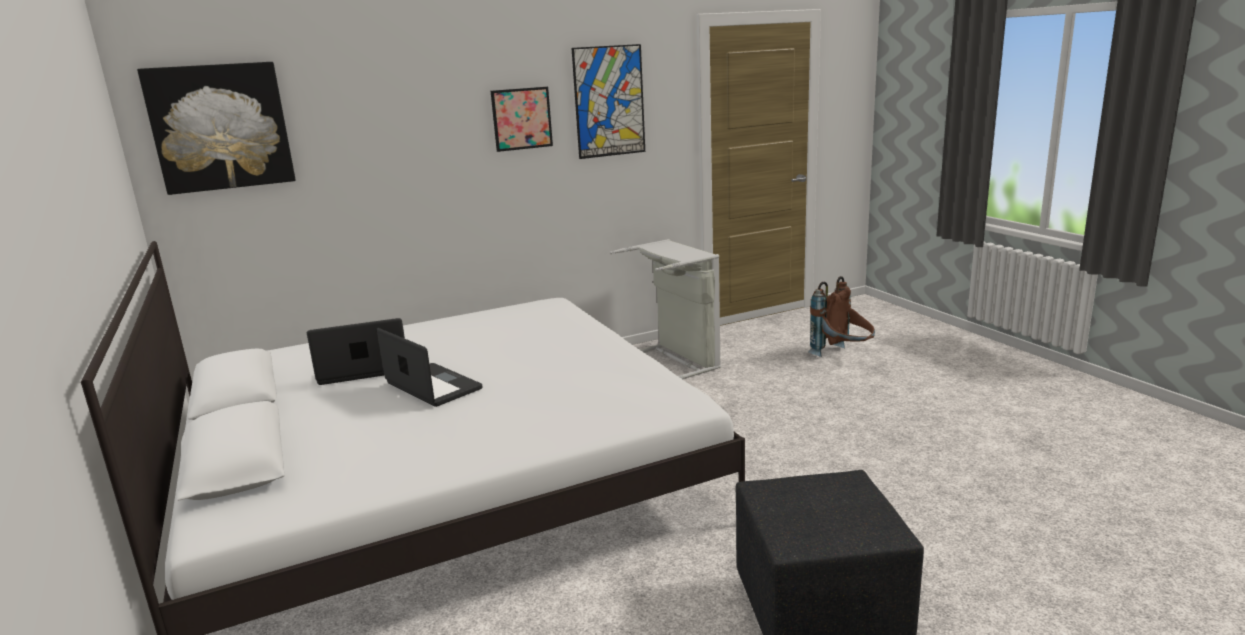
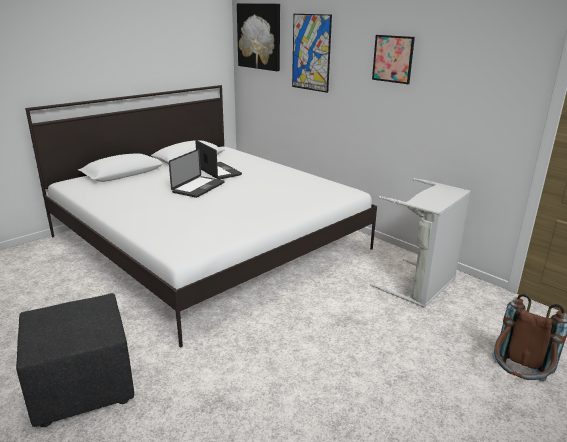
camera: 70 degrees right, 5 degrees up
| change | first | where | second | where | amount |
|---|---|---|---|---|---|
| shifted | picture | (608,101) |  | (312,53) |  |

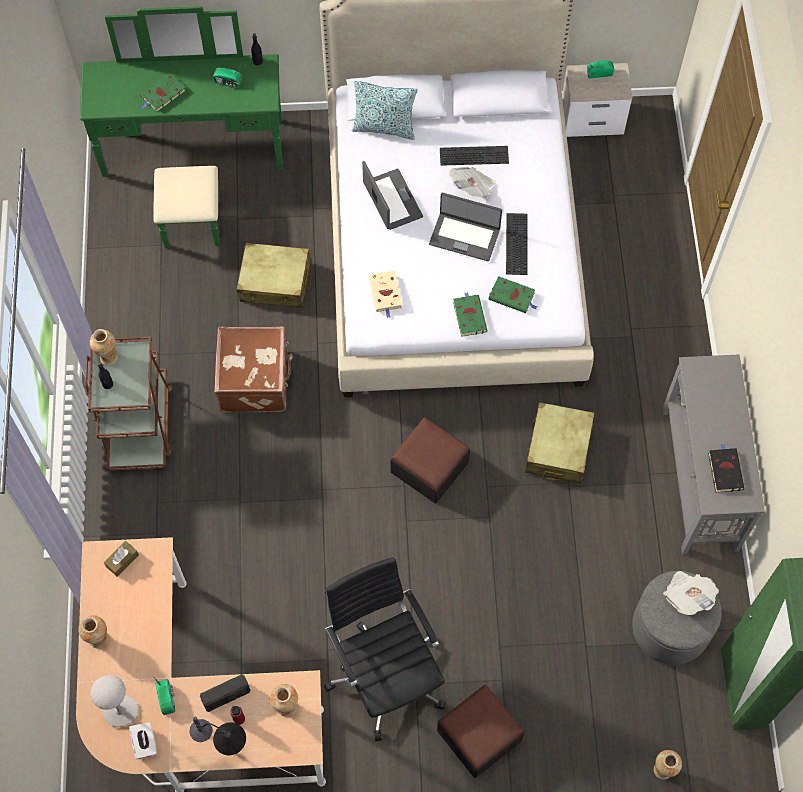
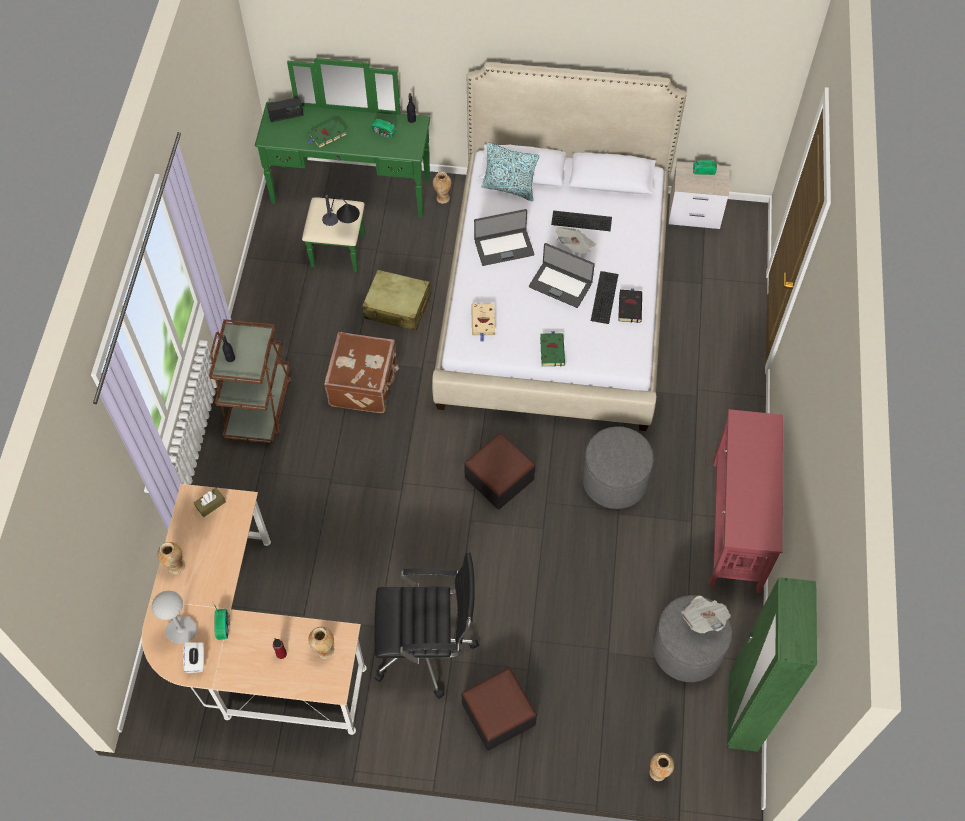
camera: 10 degrees right, 5 degrees down
| change | first | where | second | where | amount |
|---|---|---|---|---|---|
| shifted | radio | (225,693) |  | (285,109) |  |
| shifted | table lamp | (217,736) |  | (341,210) |  |
| rotated | black office chair | (385,649) |  | (426,625) | 105 degrees clockwise |
| shifted | vase | (104,347) |  | (442,187) |  |
| rotated | laptop | (392,195) |  | (504,237) | 90 degrees clockwise |
| swapped | beige suitcase | (559,443) | grey ottoman | (618,467) |  |
| shifted | black book | (726,468) |  | (630,305) |  |
| repainted | grey console table | (713,454) | red console table | (746,501) |  |
| gone | green book | (512,294) |  |  |  |

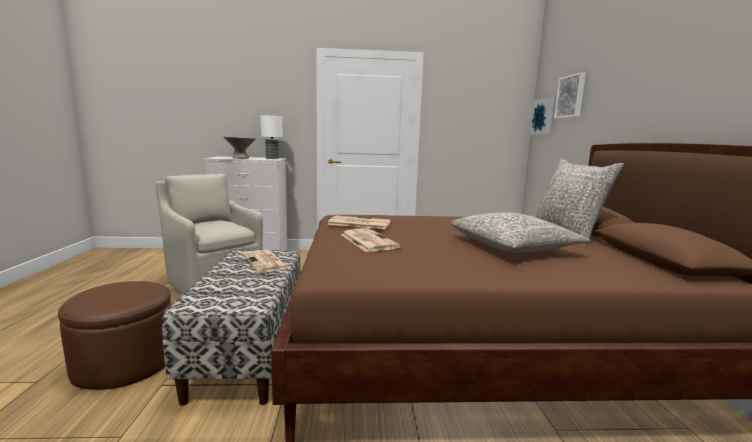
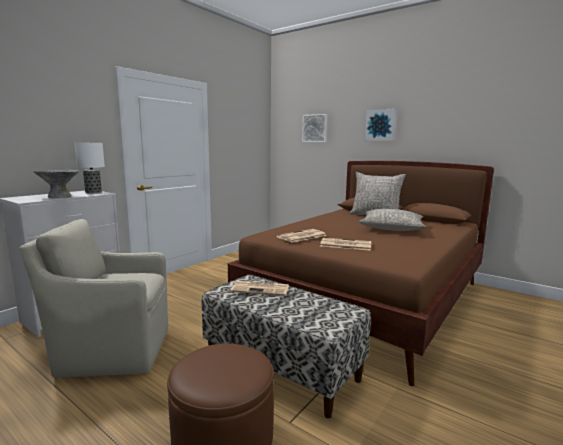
camera: 50 degrees left, 0 degrees up
| change | first | where | second | where | amount |
|---|---|---|---|---|---|
| shifted | picture | (542,116) |  | (381,125) |  |

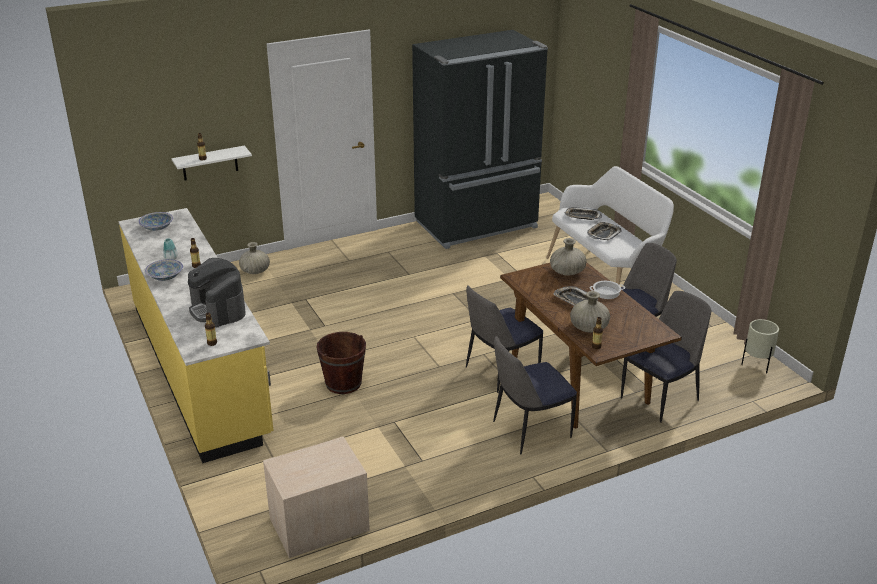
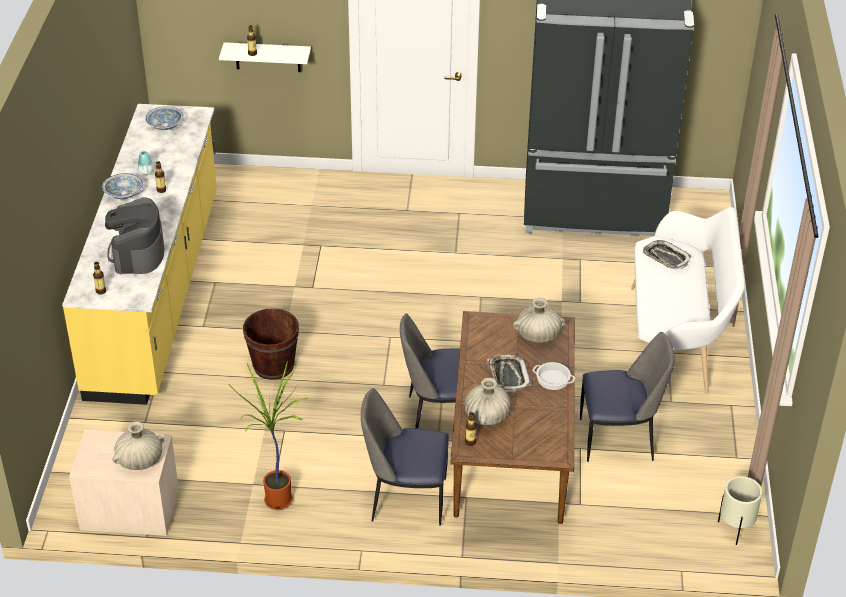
camera: 30 degrees right, 10 degrees up
| change | first | where | second | where | amount |
|---|---|---|---|---|---|
| shifted | beige vase | (254,258) |  | (138,446) |  |
| new |  |  | potted plant | (268,435) |  |
| gone | tray | (604,231) |  |  |  |
| gone | chair | (666,357) |  |  |  |

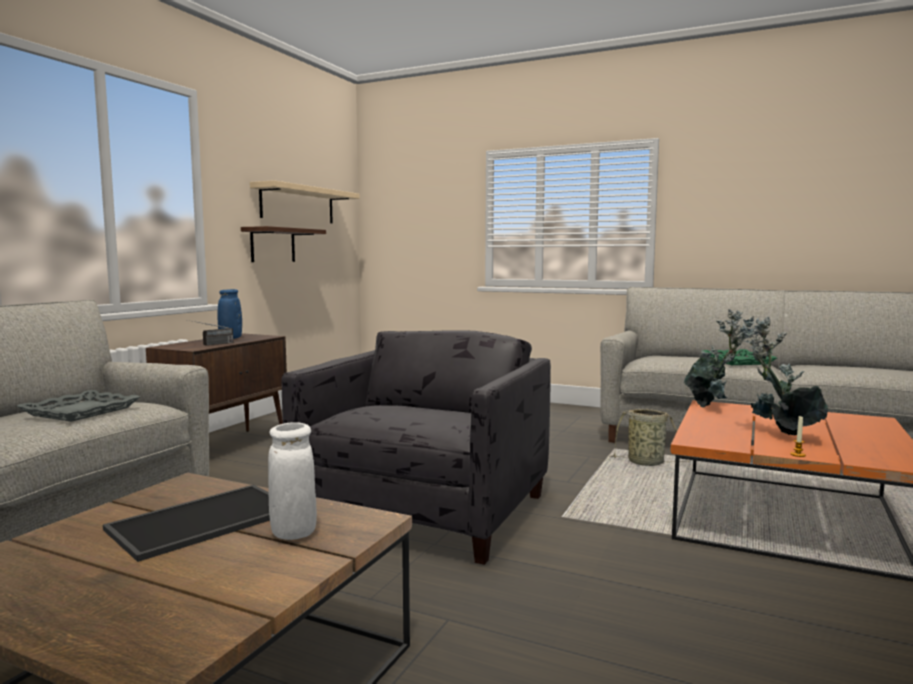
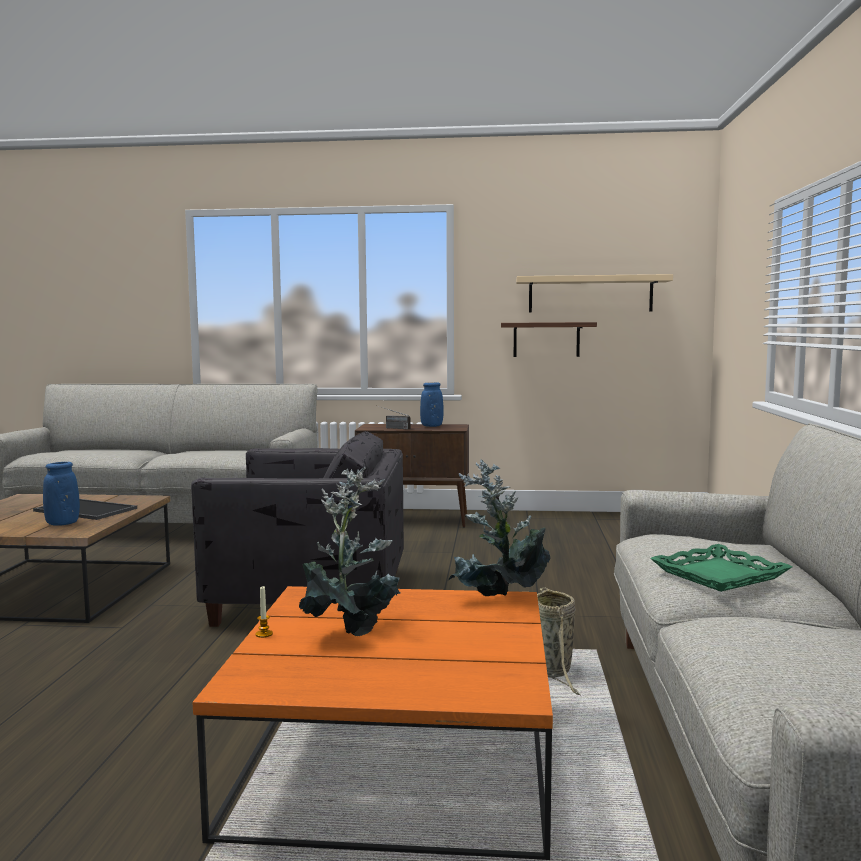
camera: 70 degrees right, 0 degrees up
| change | first | where | second | where | amount |
|---|---|---|---|---|---|
| repainted | white vase | (292,481) | blue vase | (61,494) |  |
| gone | grey tray | (78,406) |  |  |  |

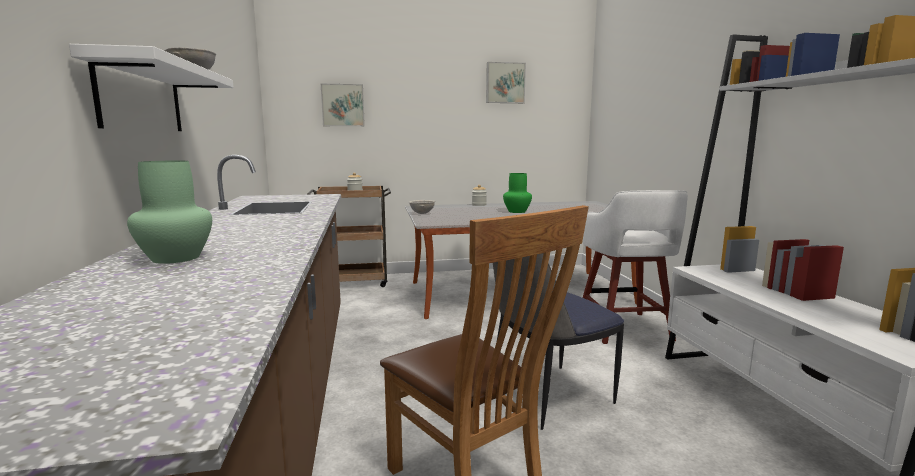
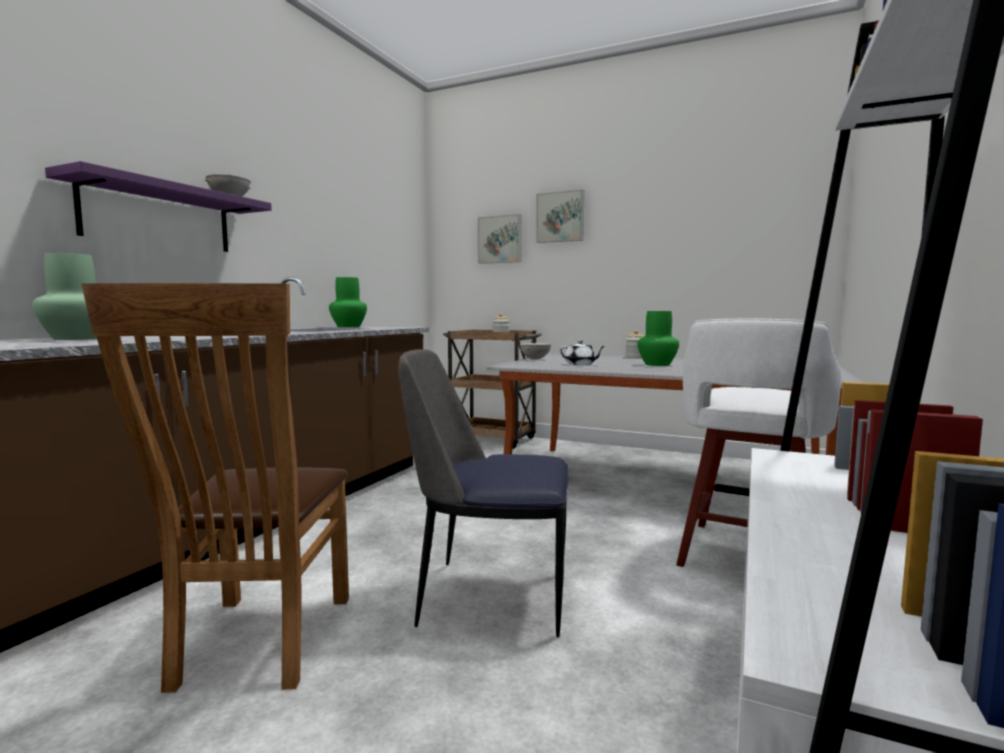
camera: 35 degrees right, 5 degrees down
| change | first | where | second | where | amount |
|---|---|---|---|---|---|
| repainted | white shelf | (151,87) | purple shelf | (158,206) |  |
| new |  |  | green vase | (348,302) |  |
| shifted | picture | (506,82) |  | (560,216) |  |
| new |  |  | white teapot | (582,352) |  |

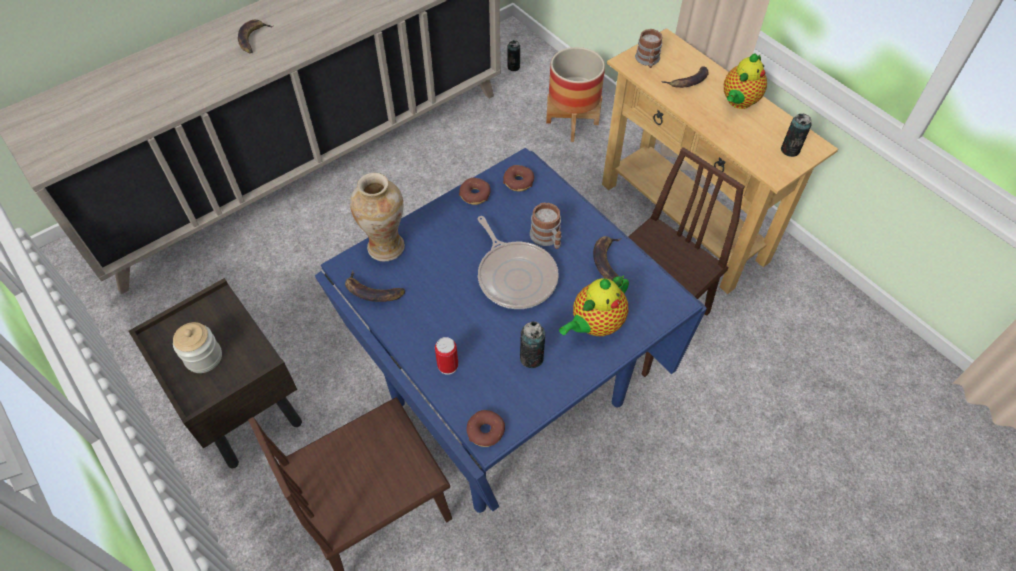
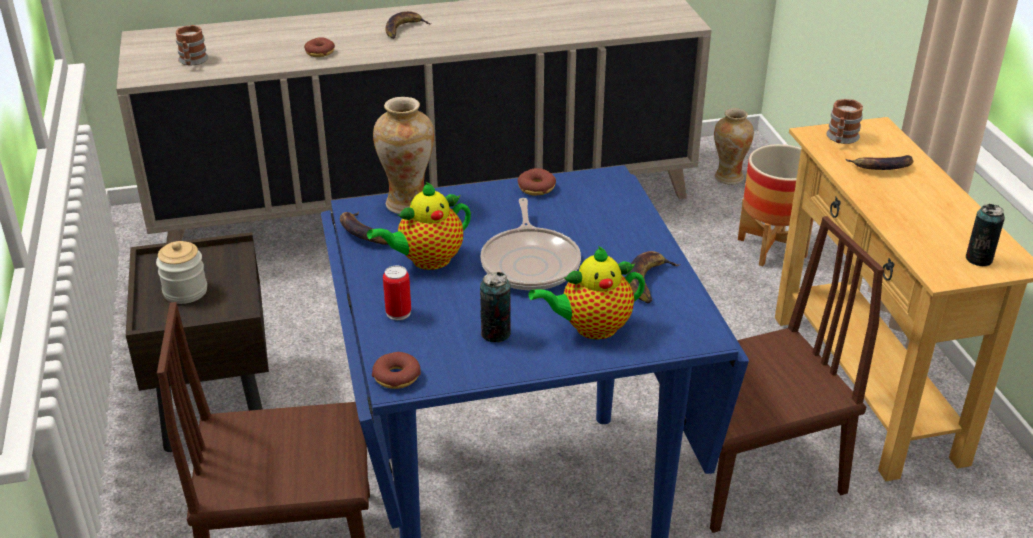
camera: 25 degrees right, 20 degrees down
| change | first | where | second | where | amount |
|---|---|---|---|---|---|
| shifted | mug | (545,225) |  | (192,45) |  |
| shifted | donut | (518,178) |  | (319,47) |  |
| shifted | teapot | (745,81) |  | (419,226) |  |
| swapped | can | (513,55) | vase | (734,146) |  |

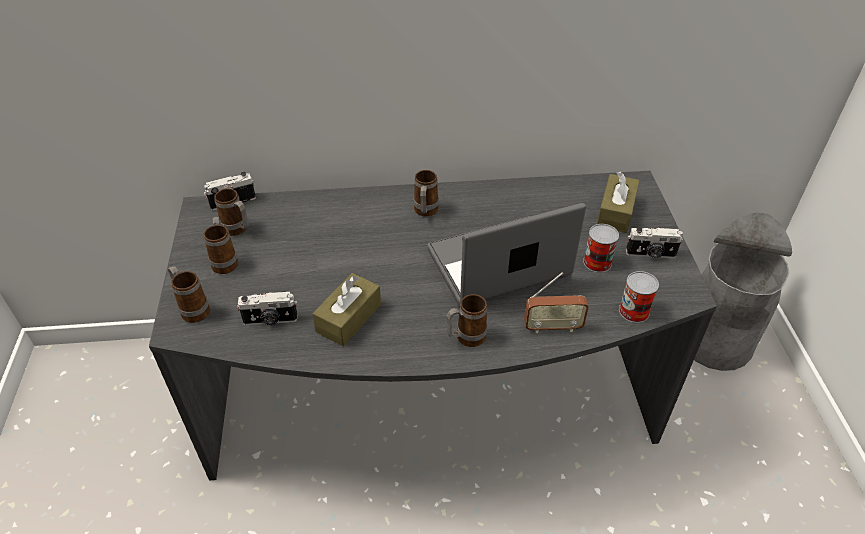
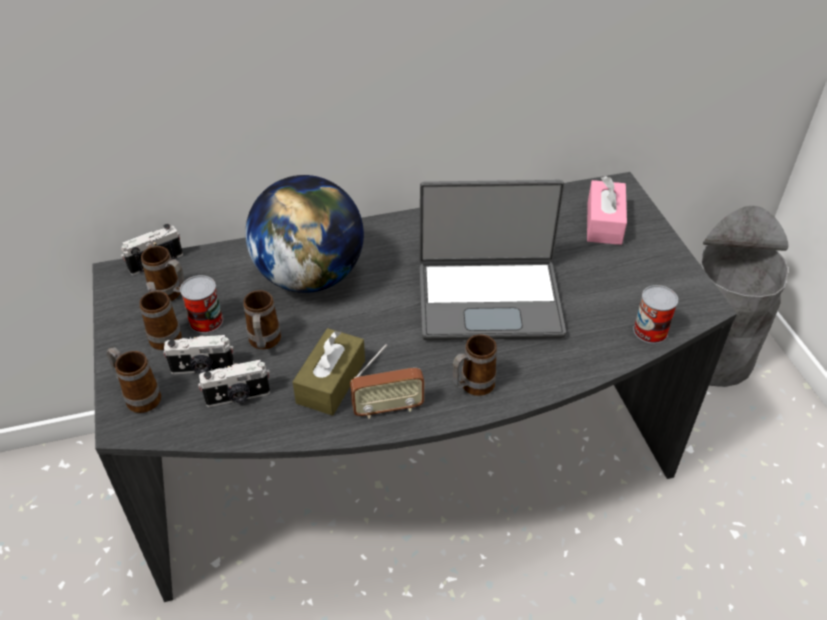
camera: 10 degrees left, 0 degrees up
| change | first | where | second | where | amount |
|---|---|---|---|---|---|
| shifted | photo camera | (654,243) |  | (198,354) |  |
| shifted | can | (601,248) |  | (201,304) |  |
| shifted | mug | (426,193) |  | (262,319) |  |
| new |  |  | globe | (304,234) |  |
| shifted | radio | (556,302) |  | (387,381) |  |
| rotated | laptop | (507,255) |  | (492,260) | 150 degrees counterclockwise |
| repainted | brown tissue box | (618,202) | pink tissue box | (607,210) |  |

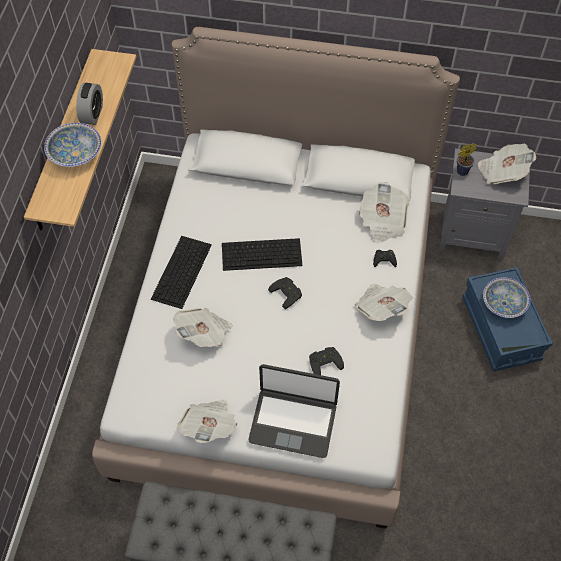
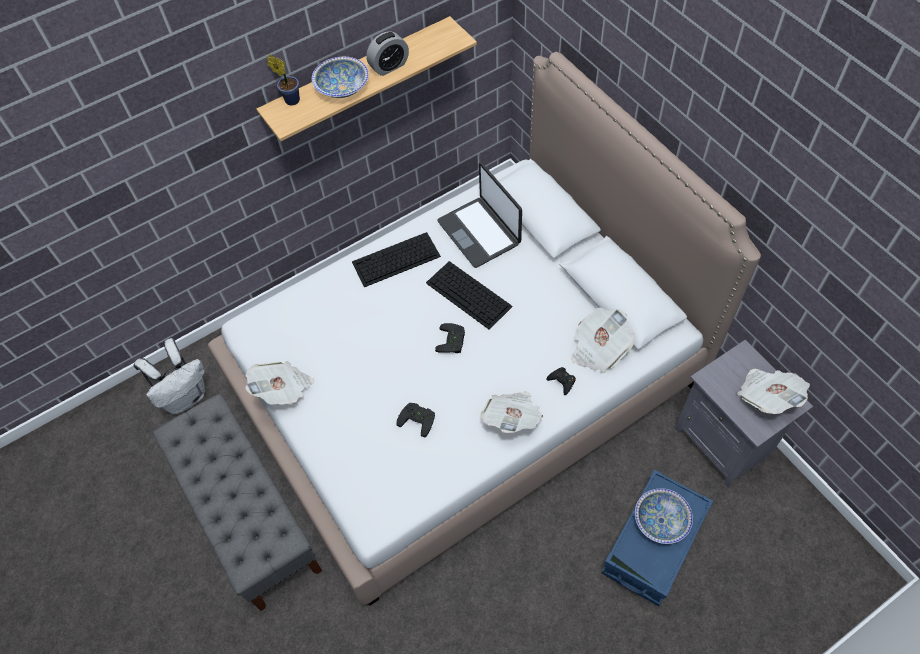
camera: 50 degrees right, 0 degrees up
| change | first | where | second | where | amount |
|---|---|---|---|---|---|
| new |  |  | white backpack | (169,376) |  |
| shifted | potted plant | (467,159) |  | (283,79) |  |
| shifted | laptop | (294,411) |  | (480,215) |  |
| gone | newspaper | (203,327) |  |  |  |

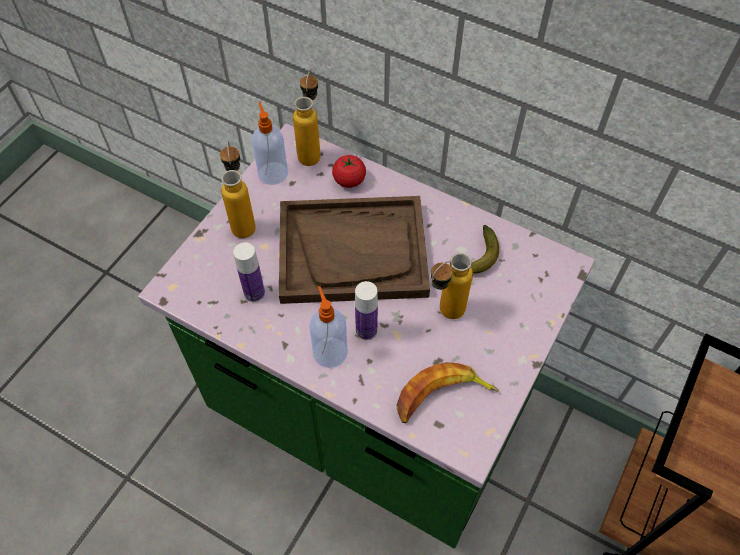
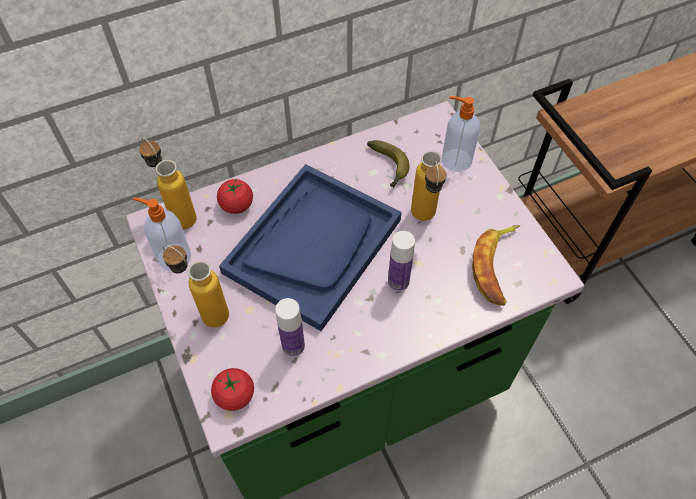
camera: 55 degrees left, 0 degrees up
| change | first | where | second | where | amount |
|---|---|---|---|---|---|
| new |  |  | tomato | (232,389) |  |
| repainted | brown tray | (354,250) | blue tray | (310,247) |  |
| shifted | soap dispenser | (328,327) |  | (461,134) |  |

